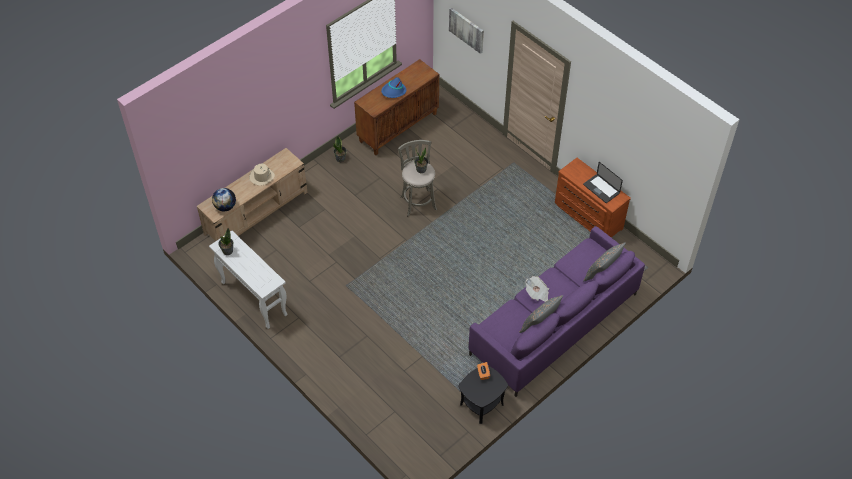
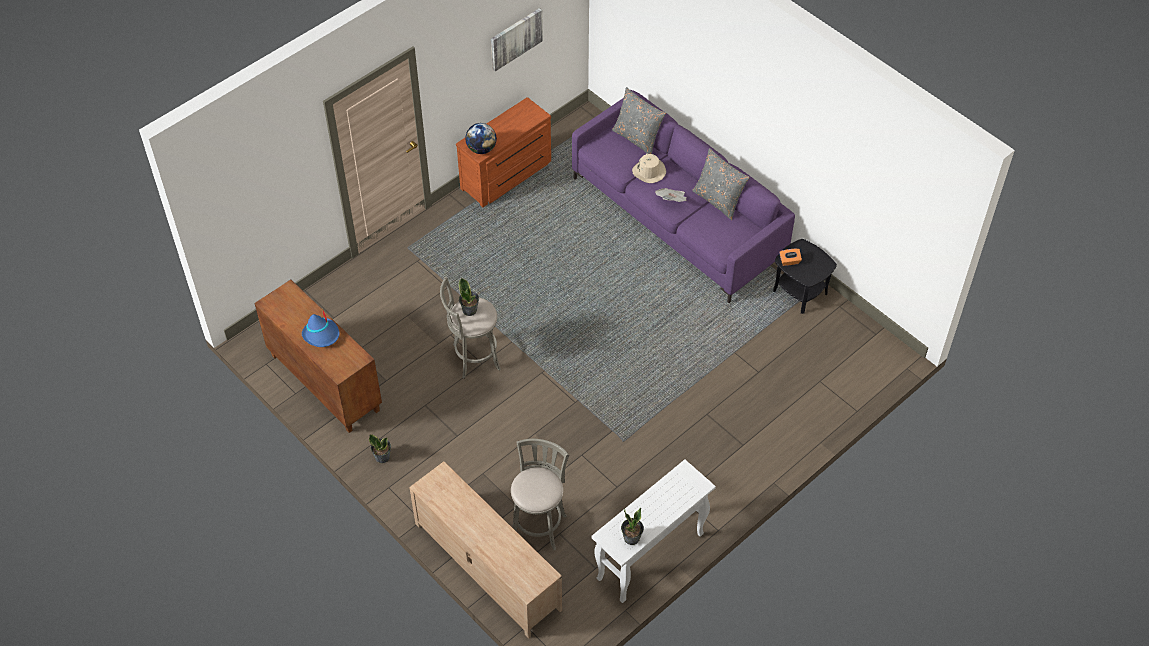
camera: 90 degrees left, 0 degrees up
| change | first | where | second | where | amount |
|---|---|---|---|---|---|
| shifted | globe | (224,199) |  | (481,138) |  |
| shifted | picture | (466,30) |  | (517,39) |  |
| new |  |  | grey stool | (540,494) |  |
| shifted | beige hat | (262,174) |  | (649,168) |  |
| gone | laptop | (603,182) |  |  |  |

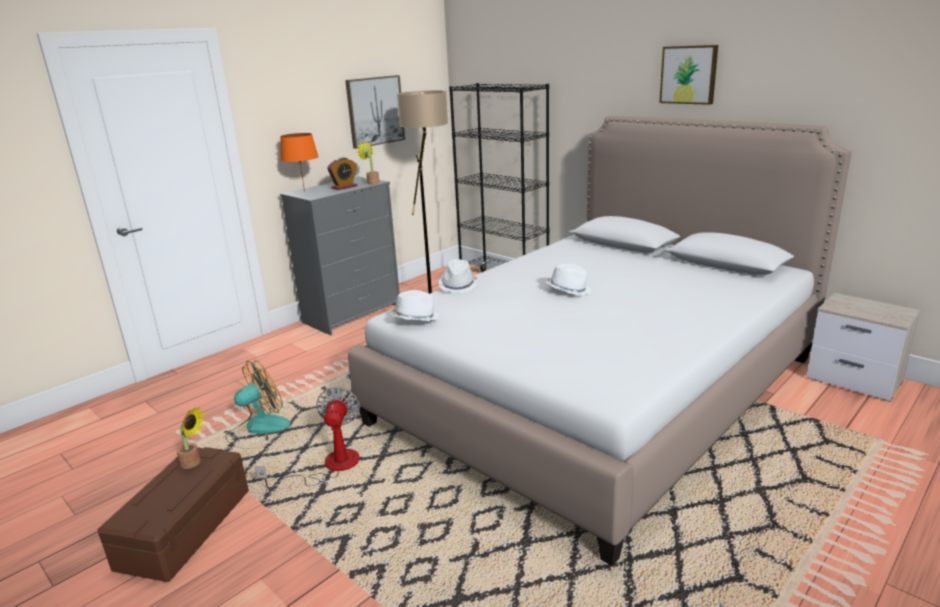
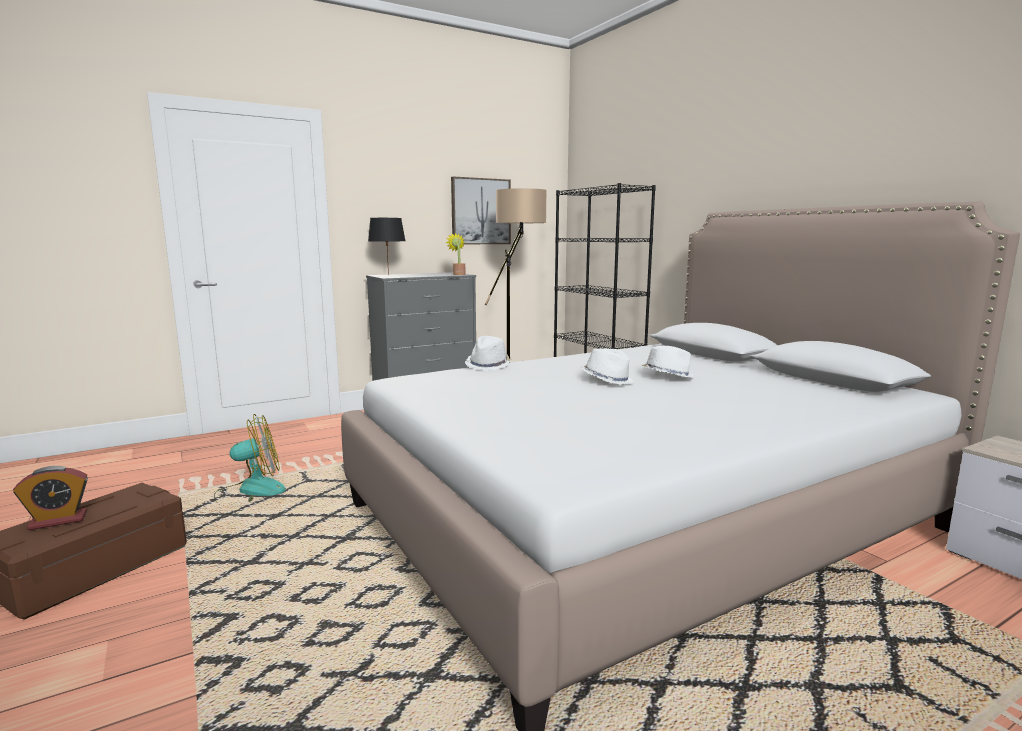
camera: 15 degrees right, 10 degrees down
| change | first | where | second | where | amount |
|---|---|---|---|---|---|
| shifted | alarm clock | (342,173) |  | (50,498) |  |
| repainted | orange table lamp | (299,162) | black table lamp | (386,246) |  |
| shifted | white hat | (414,305) |  | (668,362) |  |
| gone | potted plant | (190,438) |  |  |  |
| gone | fan | (307,438) |  |  |  |
| gone | picture | (688,75) |  |  |  |

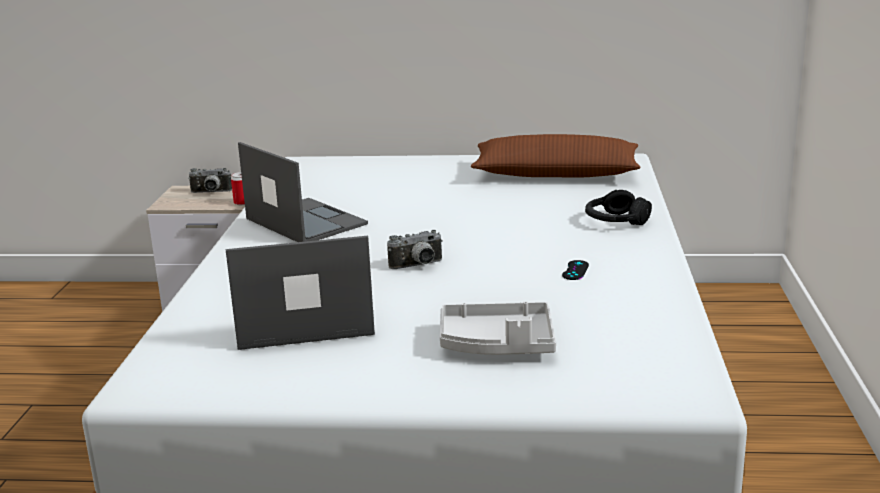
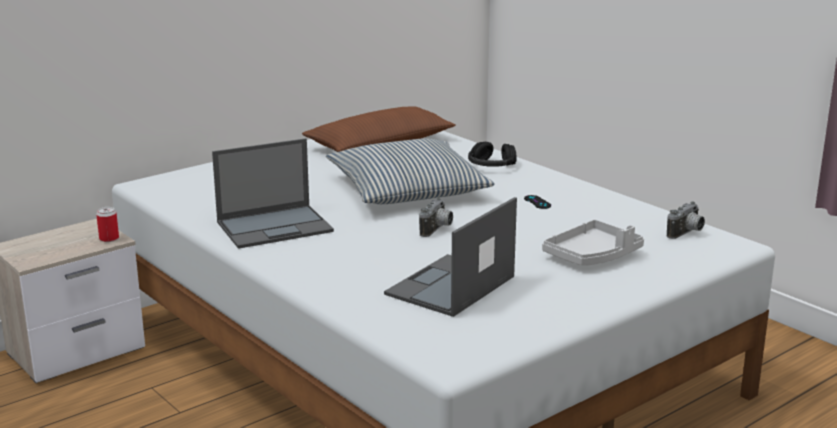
camera: 45 degrees left, 0 degrees up
| change | first | where | second | where | amount |
|---|---|---|---|---|---|
| rotated | laptop | (303,192) |  | (273,193) | 150 degrees clockwise |
| new |  |  | pillow | (410,171) |  |
| shifted | photo camera | (210,180) |  | (686,220) |  |

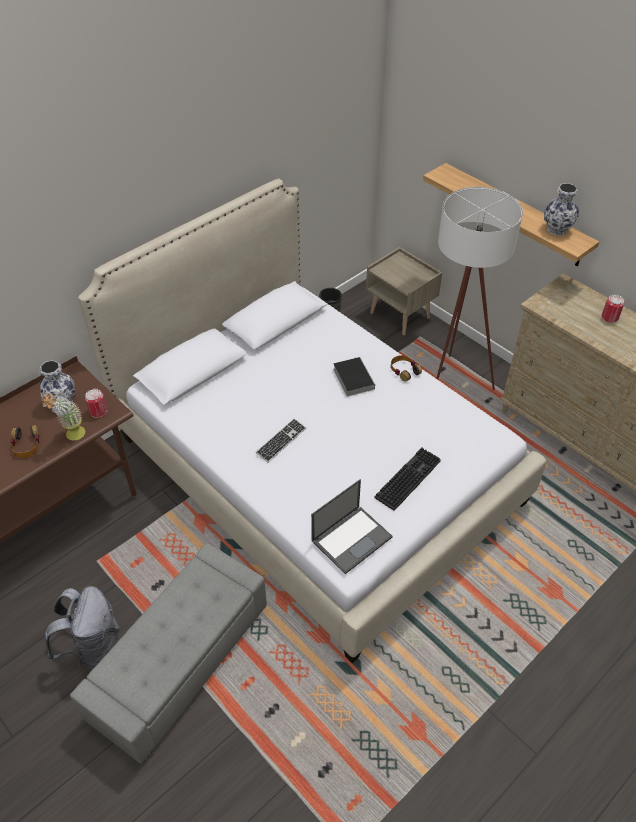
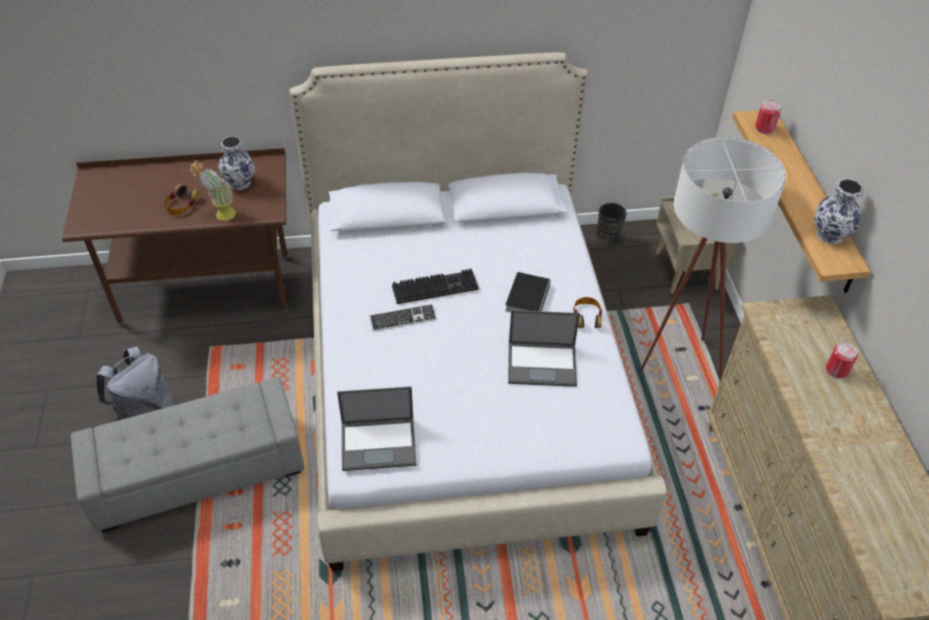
camera: 35 degrees right, 0 degrees up
| change | first | where | second | where | amount |
|---|---|---|---|---|---|
| shifted | keyboard | (408,479) |  | (435,286) |  |
| new |  |  | laptop | (544,348) |  |
| shifted | can | (96,403) |  | (768,117) |  |

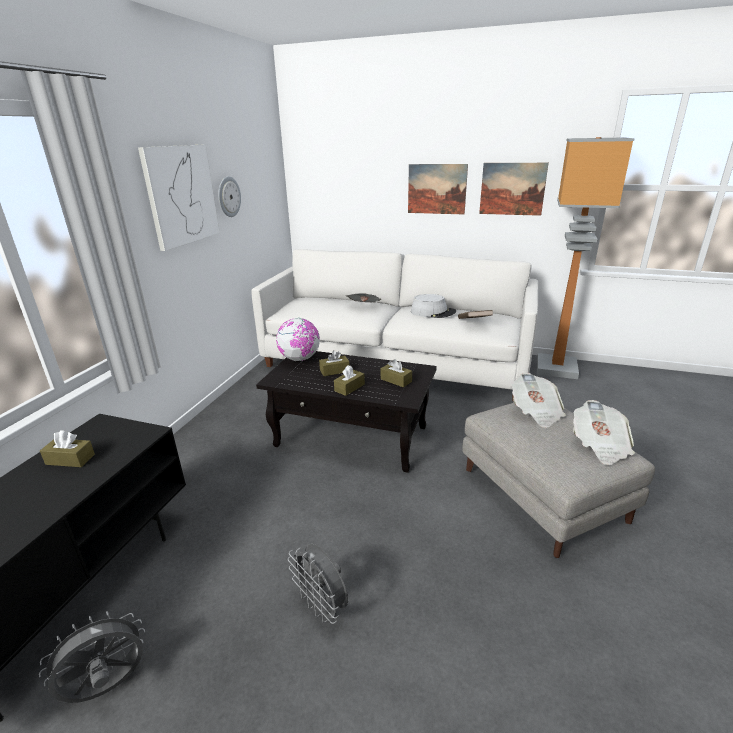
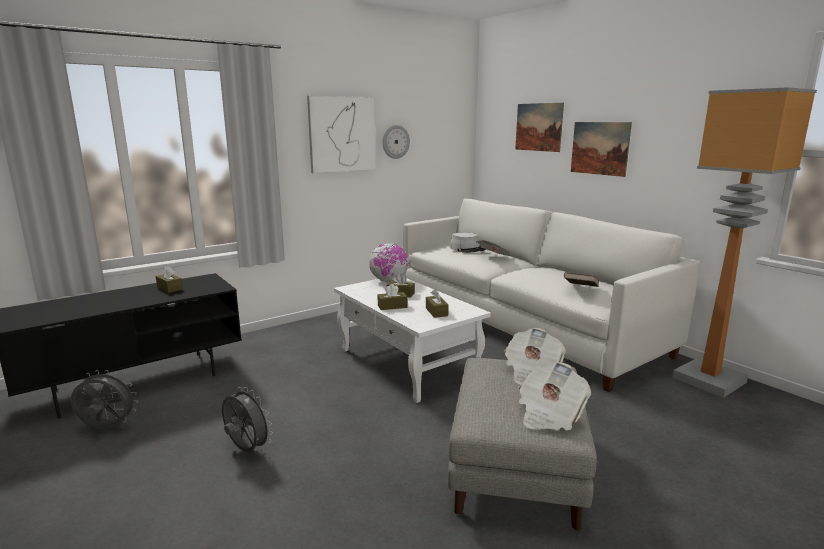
camera: 35 degrees right, 10 degrees down
| change | first | where | second | where | amount |
|---|---|---|---|---|---|
| rotated | grey fan | (318,583) |  | (247,419) | 135 degrees clockwise |
| repainted | black coffee table | (346,412) | white coffee table | (412,341) |  |
| shifted | grey hat | (433,306) |  | (468,242) |  |
| shifted | picture | (514,189) |  | (539,127) |  |

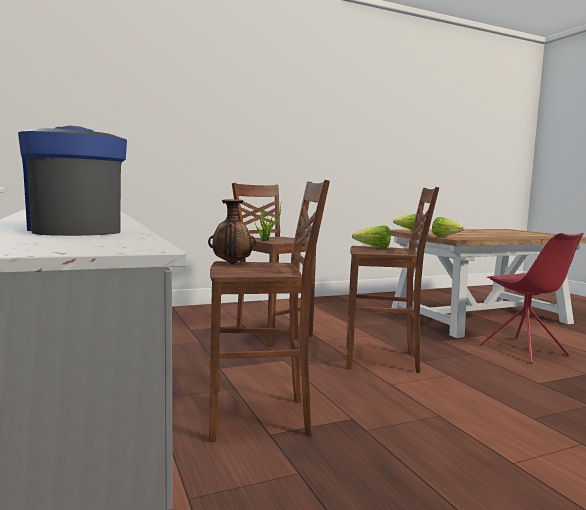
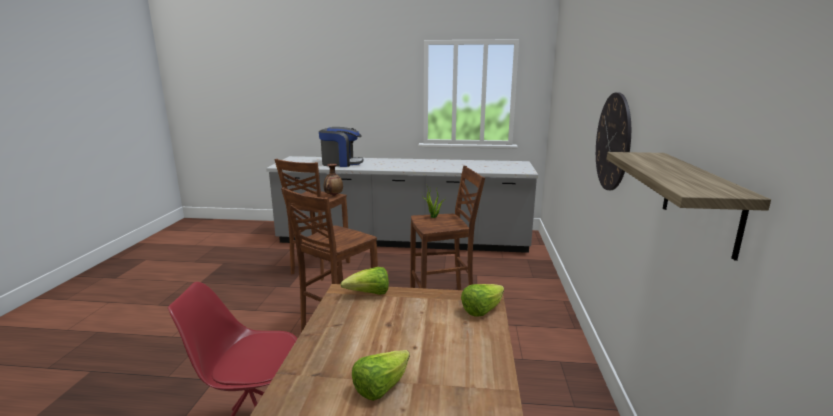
camera: 120 degrees right, 10 degrees up
| change | first | where | second | where | amount |
|---|---|---|---|---|---|
| shifted | lettuce | (371,237) |  | (381,375) |  |
| new |  |  | wall clock | (613,141) |  |
| new |  |  | shelf | (689,206) |  |

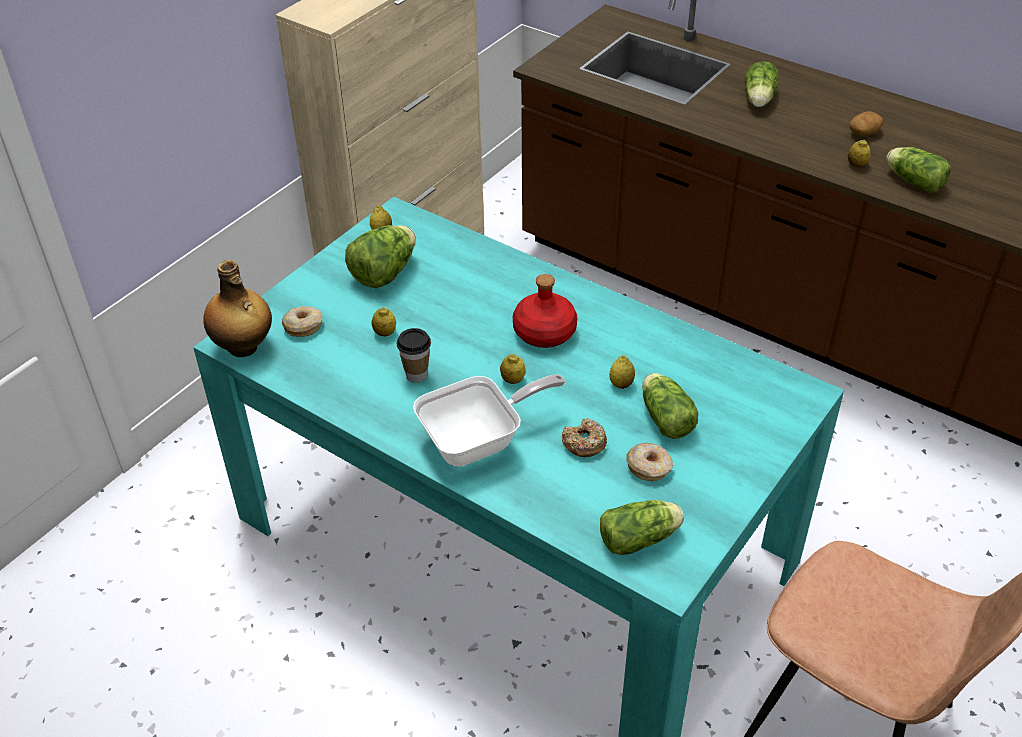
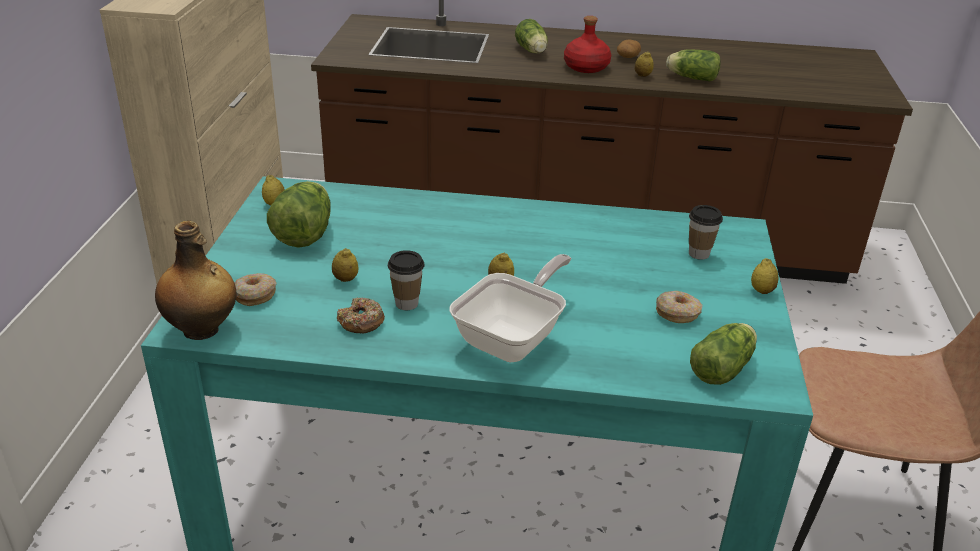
camera: 30 degrees left, 10 degrees down
| change | first | where | second | where | amount |
|---|---|---|---|---|---|
| shifted | donut | (584,437) |  | (361,315) |  |
| shifted | red bottle | (545,311) |  | (587,44) |  |
| new |  |  | cup | (706,232) |  |
| shifted | lemon | (622,372) |  | (764,276) |  |
| gone | lettuce | (670,406) |  |  |  |

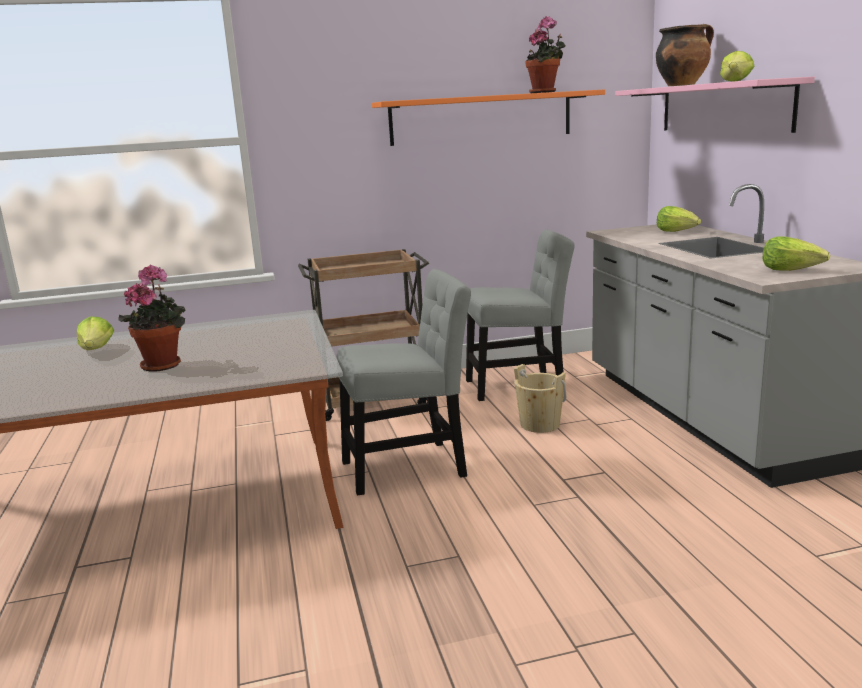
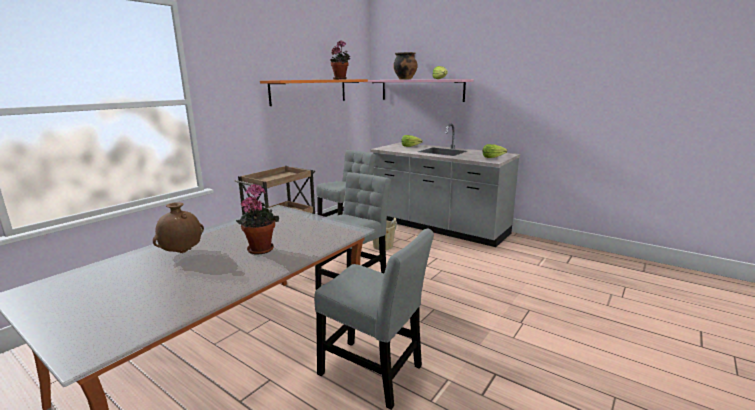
camera: 40 degrees left, 0 degrees up
| change | first | where | second | where | amount |
|---|---|---|---|---|---|
| swapped | lettuce | (95,333) | brown vase | (178,227) |  |
| new |  |  | grey chair | (374,319) |  |

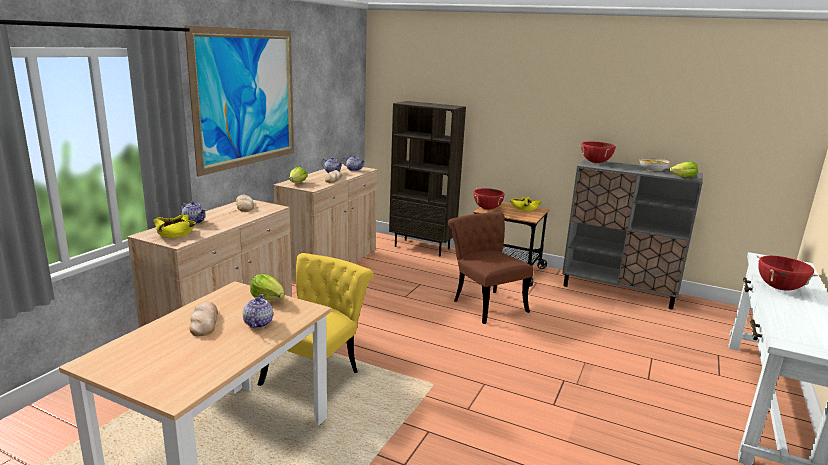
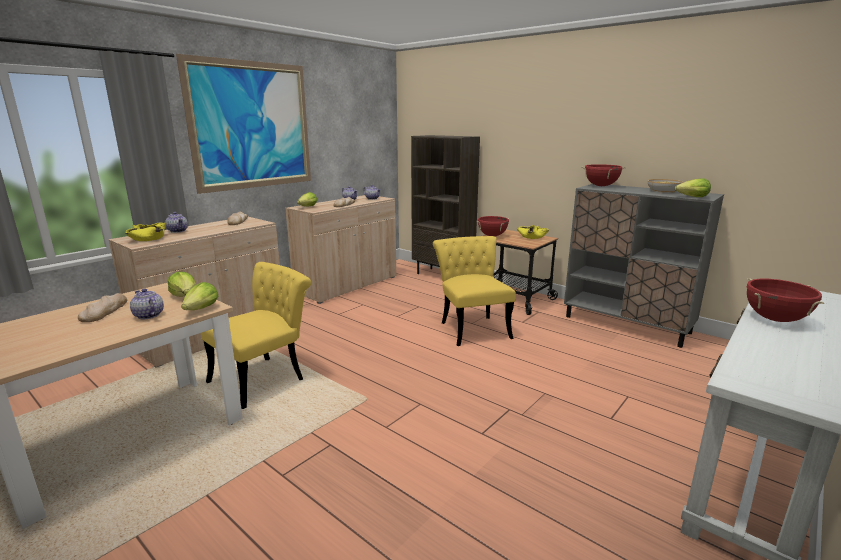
camera: 15 degrees right, 0 degrees up
| change | first | where | second | where | amount |
|---|---|---|---|---|---|
| rotated | teapot | (258,311) |  | (147,304) | 60 degrees counterclockwise |
| new |  |  | lettuce | (199,296) |  |
| repainted | brown chair | (490,268) | yellow chair | (474,291) |  |

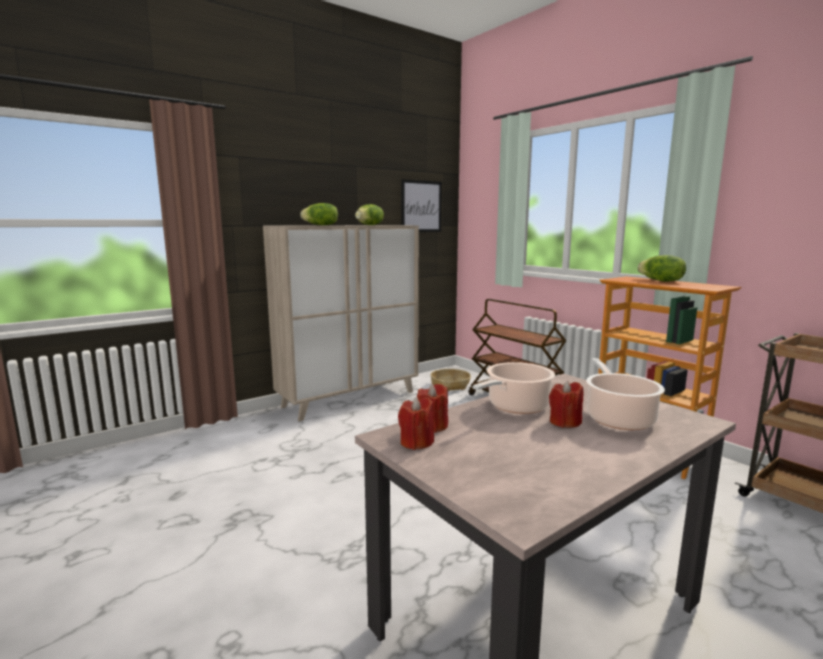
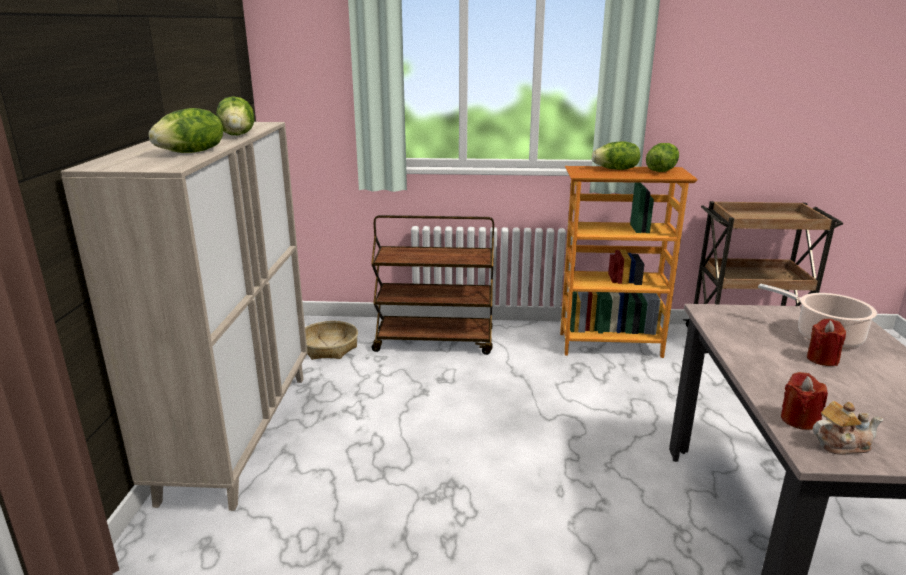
camera: 50 degrees left, 10 degrees up
| change | first | where | second | where | amount |
|---|---|---|---|---|---|
| new |  |  | lettuce | (662,157) |  |
| swapped | red candle | (416,423) | teapot | (848,428) |  |
| gone | picture | (421,205) |  |  |  |
| gone | cooking pot | (514,388) |  |  |  |

